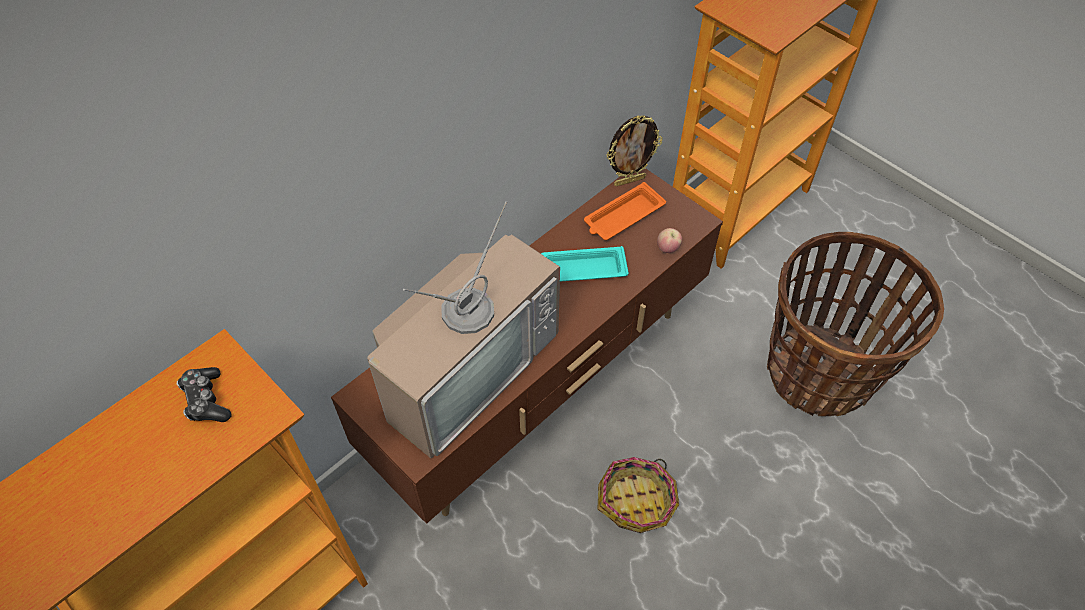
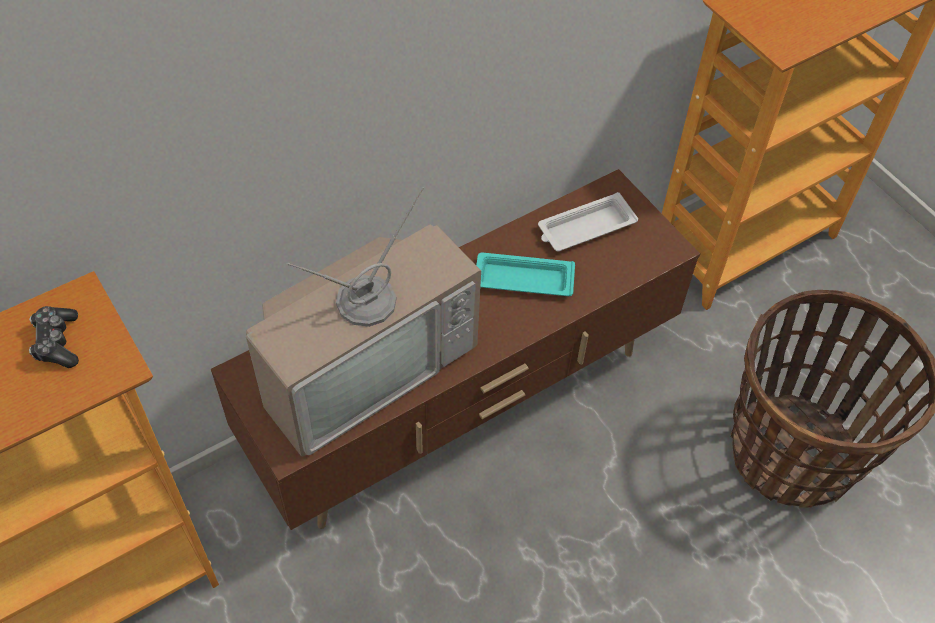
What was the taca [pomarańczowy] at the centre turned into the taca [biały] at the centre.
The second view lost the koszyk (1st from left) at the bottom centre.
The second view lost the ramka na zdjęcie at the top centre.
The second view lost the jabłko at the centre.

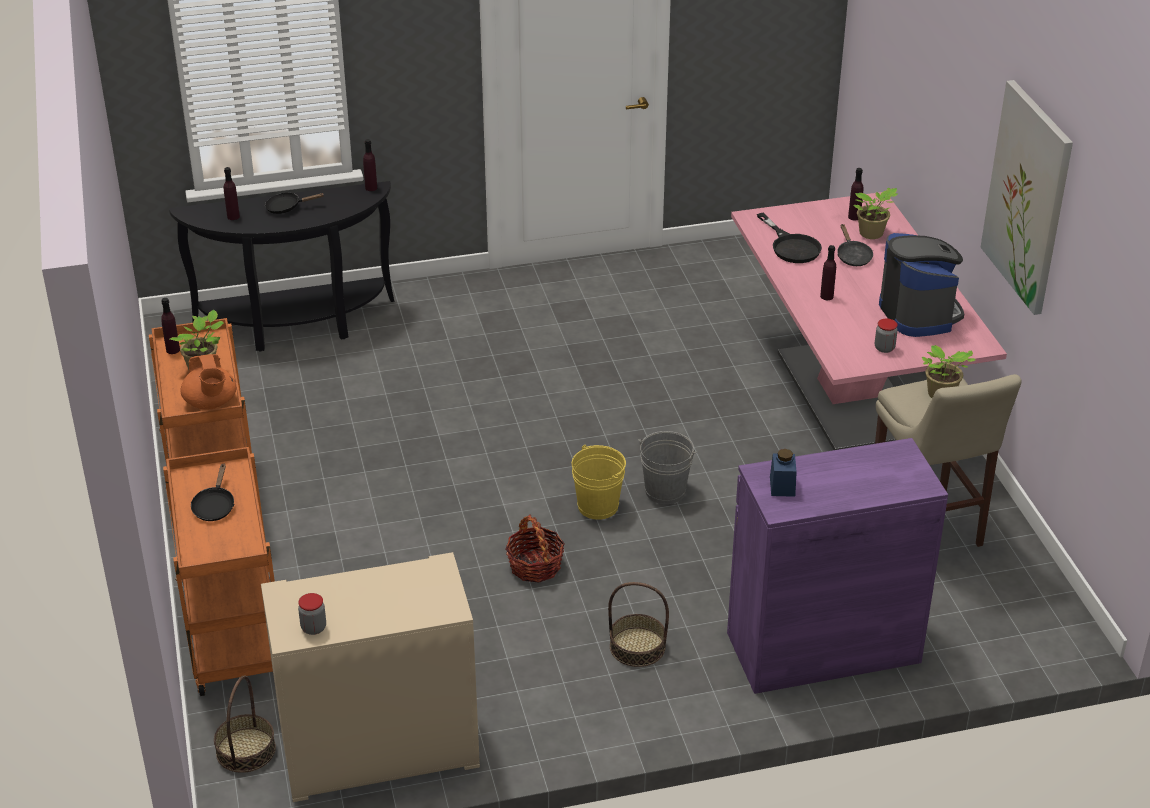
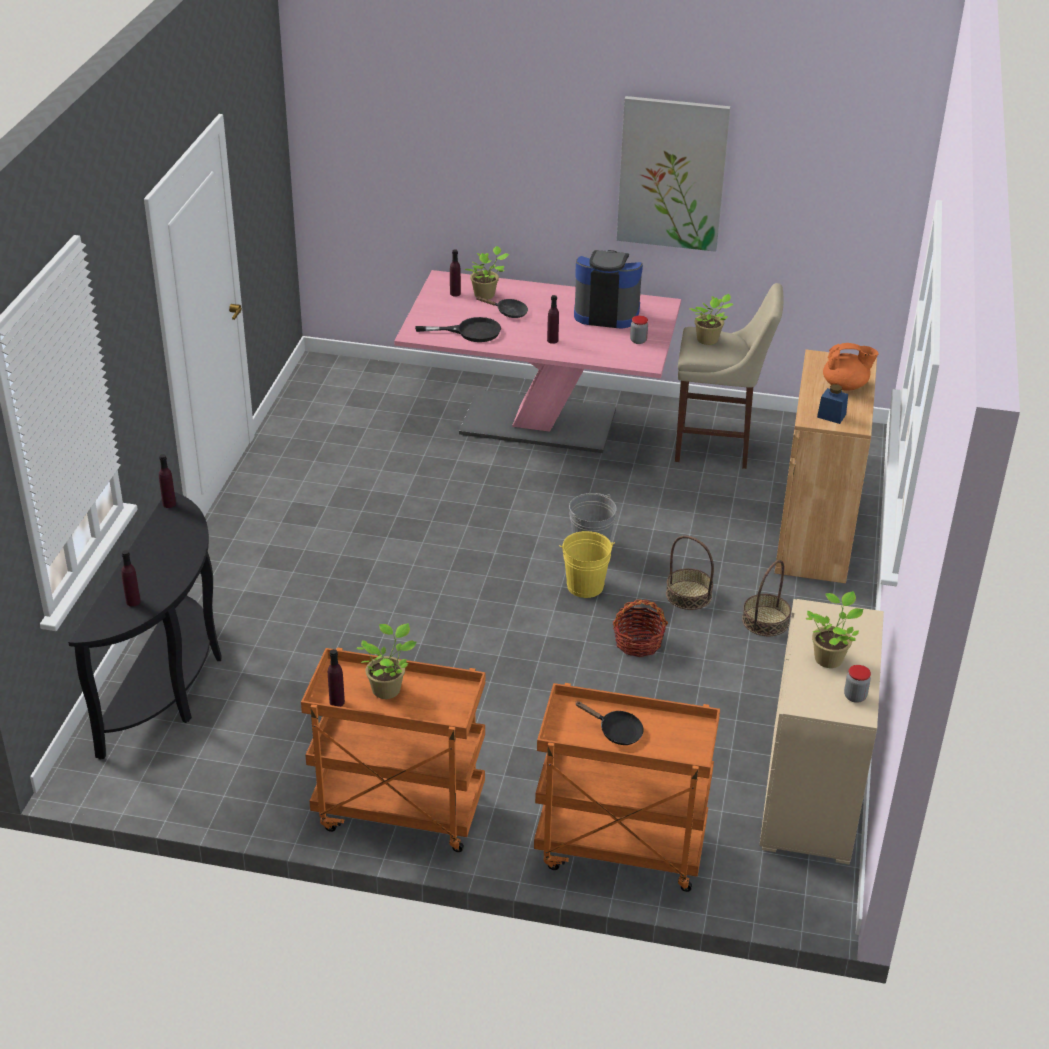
The imbryk [pomarańczowy] ended up elsewhere, having gone from the middle left to the middle right.
The koszyk (1st from left in the first image) ended up elsewhere, having gone from the bottom left to the centre.
The second view lost the patelnia [czarny] (2nd from left) at the top left.
What was the szafka [fioletowy] at the bottom right turned into the szafka [brązowy] at the middle right.
The second view gained the roślina doniczkowa (4th from left) at the middle right.

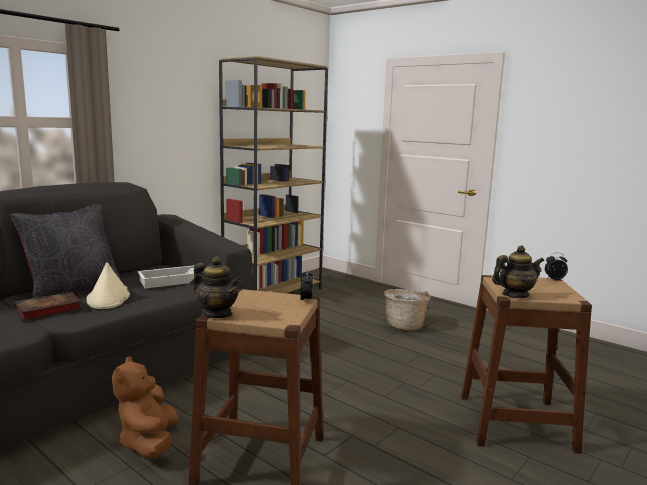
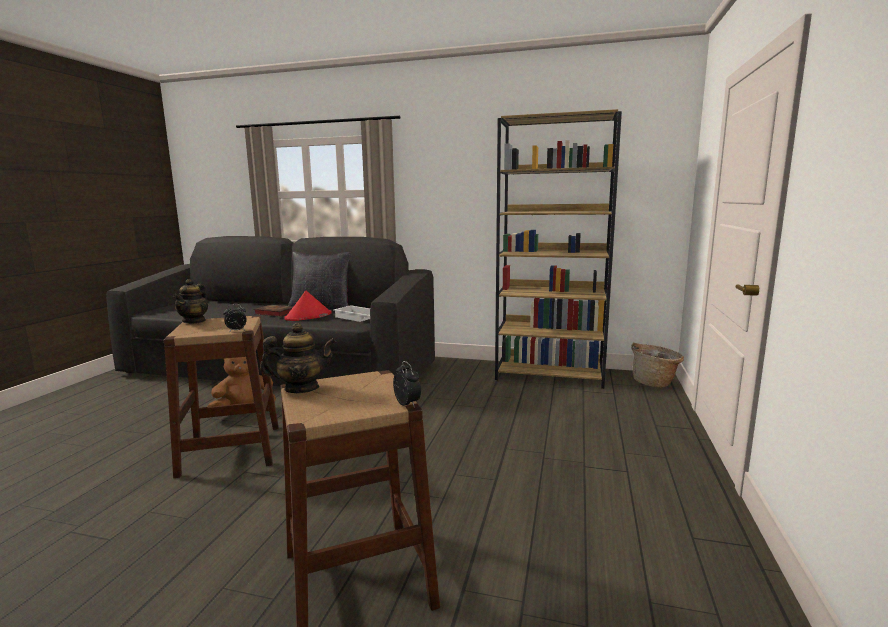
What was the kapelusz [beżowy] at the middle left turned into the kapelusz [czerwony] at the centre.
The koszyk ended up elsewhere, having gone from the centre to the middle right.
The imbryk (2nd from left) at the middle right ended up facing another way, 60 degrees counterclockwise from before.

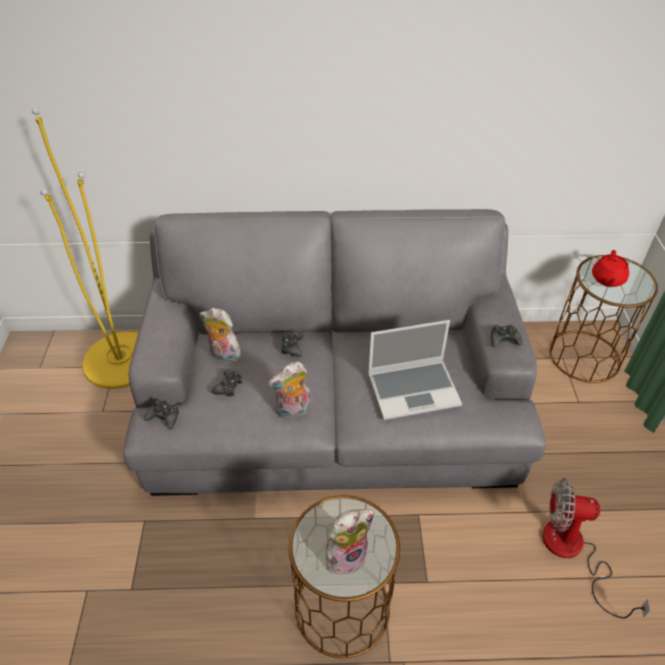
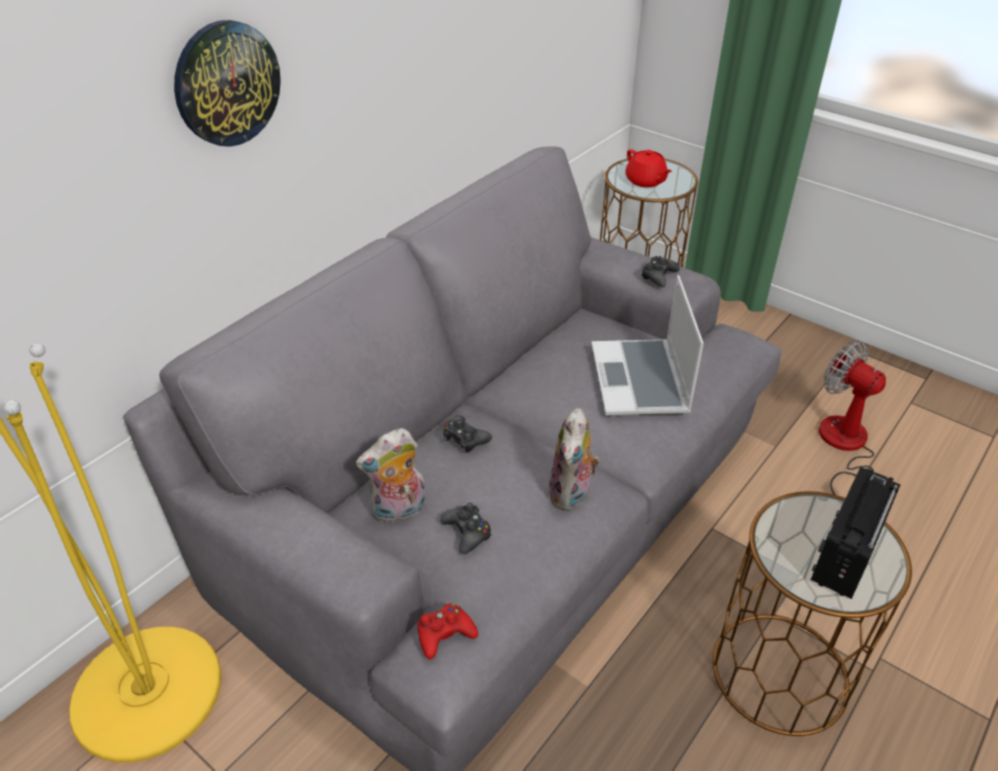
What was the pad do gier [czarny] (1st from left) at the middle left turned into the pad do gier [czerwony] at the bottom centre.
Where the pluszak (3rd from left) stood at the bottom centre, the radio came to stand at the bottom right.
The laptop at the centre ended up facing another way, 150 degrees clockwise from before.
The wentylator at the bottom right ended up facing another way, 90 degrees clockwise from before.
The second view gained the zegar ścienny at the top left.

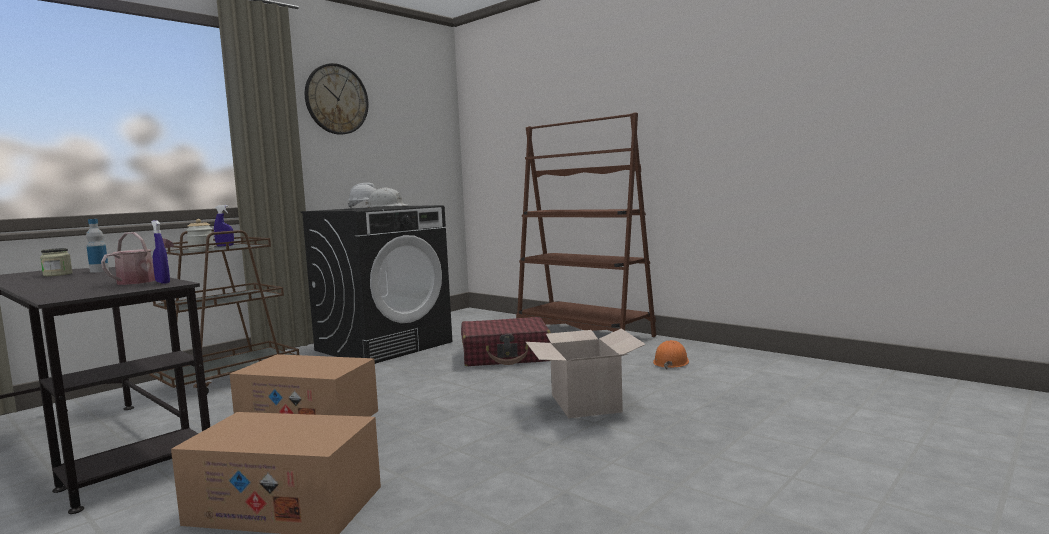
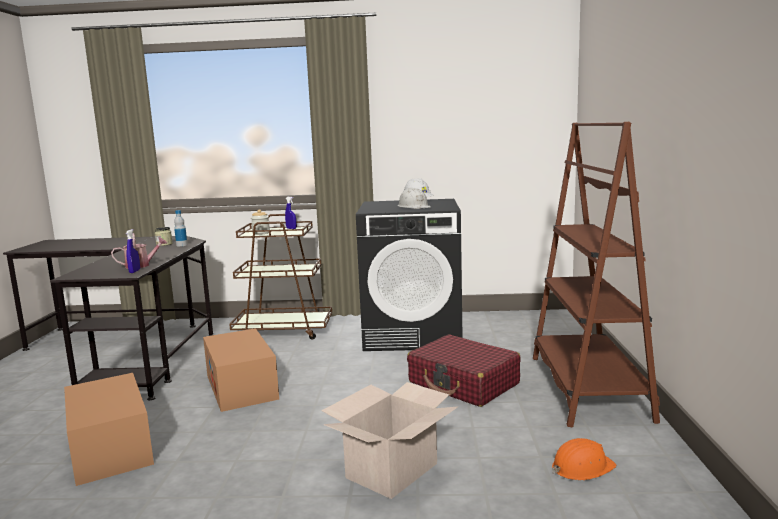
The second view lost the zegar ścienny at the top left.

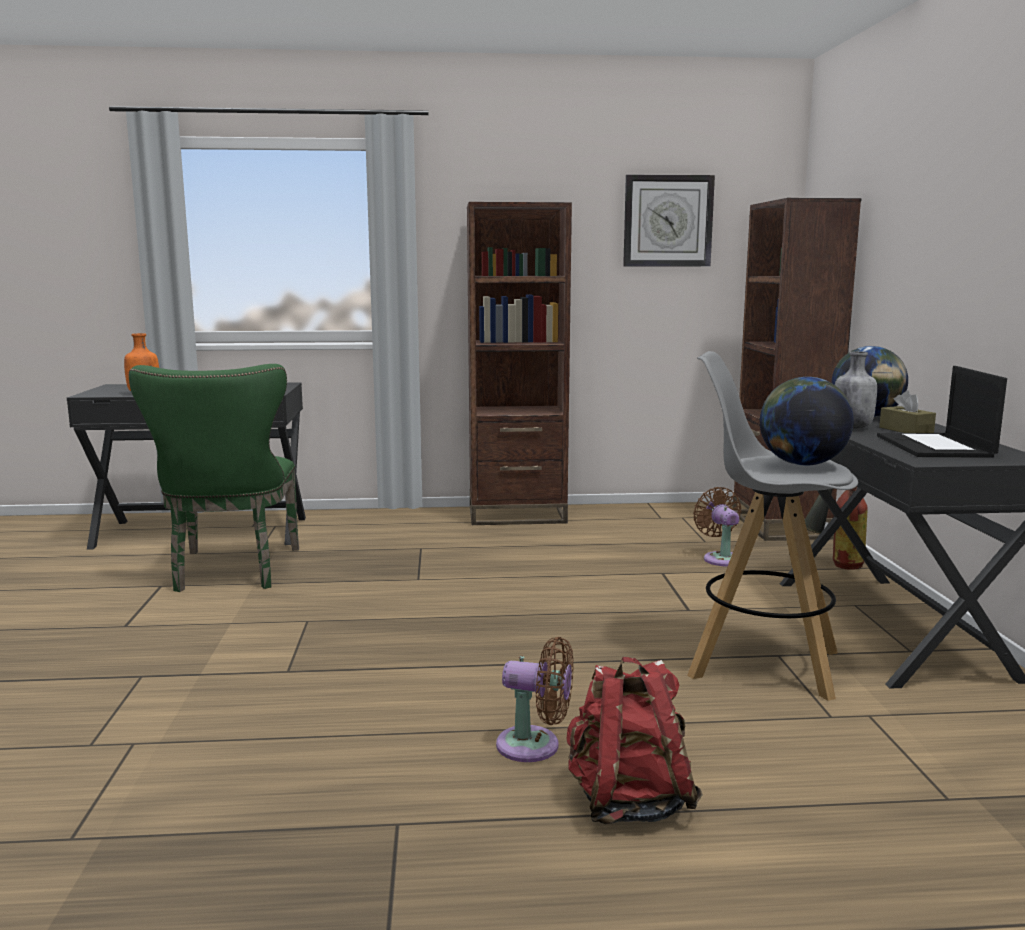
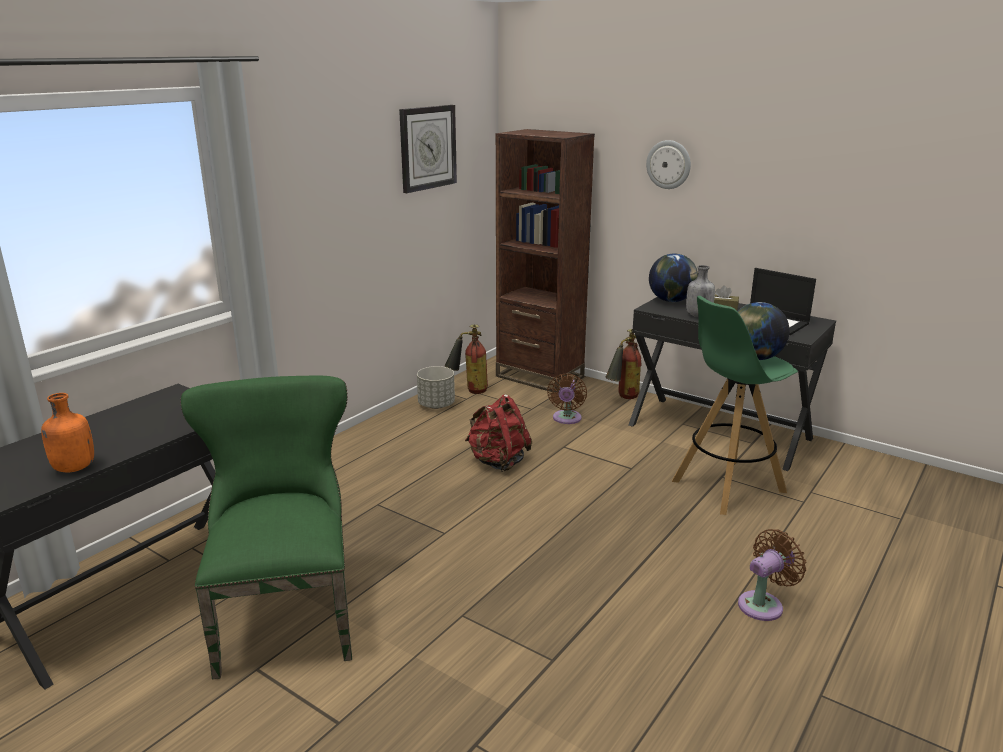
The krzesło [zielony] at the middle left ended up facing another way, 135 degrees counterclockwise from before.
The second view lost the regał [brązowy] (1st from left) at the centre.
The plecak [czerwony] ended up elsewhere, having gone from the bottom centre to the centre.
What was the stołek [szary] at the middle right turned into the stołek [zielony] at the middle right.
The wentylator [brązowy] (2nd from left in the first image) at the middle right ended up facing another way, 105 degrees counterclockwise from before.
The second view gained the donica [szary] at the centre.
The second view gained the gaśnica (1st from left) at the centre.
The second view gained the zegar ścienny (2nd from left) at the top centre.

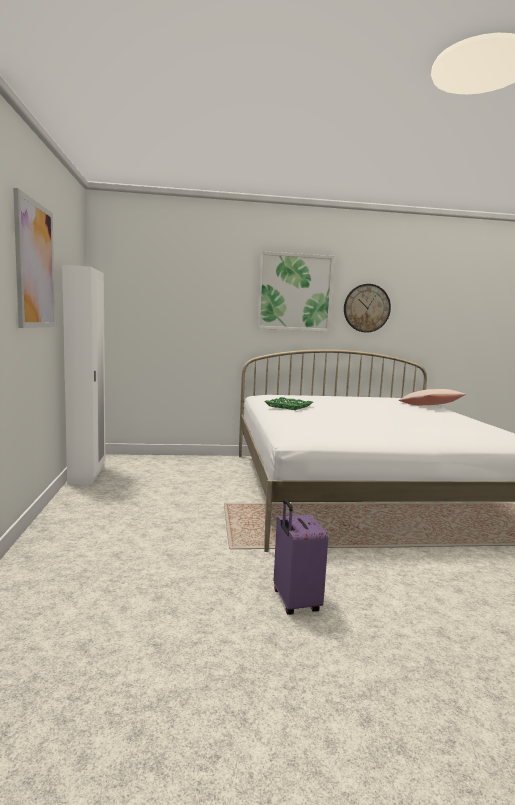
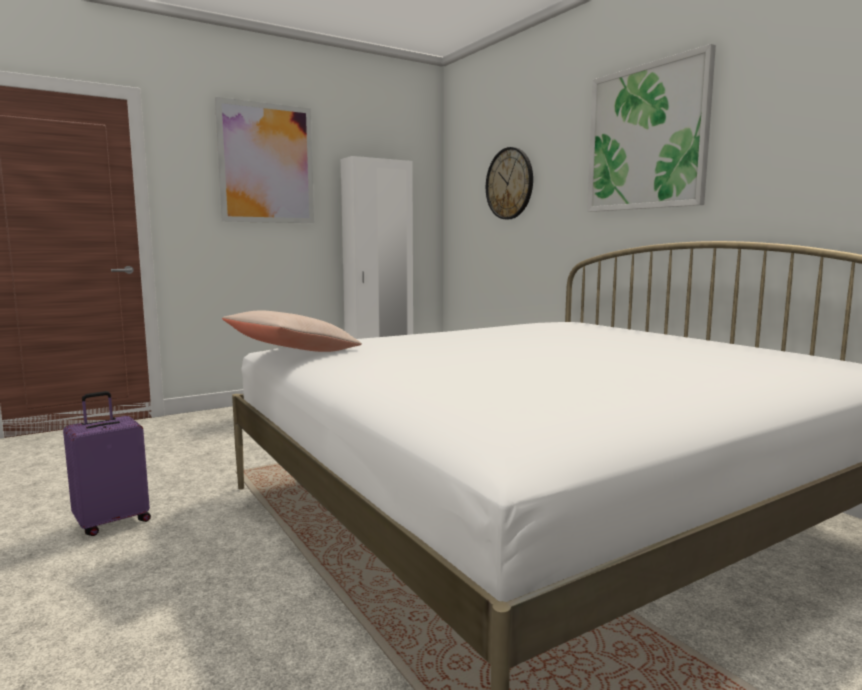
The second view lost the taca [zielony] at the centre.
The zegar ścienny ended up elsewhere, having gone from the middle right to the top centre.
The poduszka [beżowy] ended up elsewhere, having gone from the middle right to the centre.

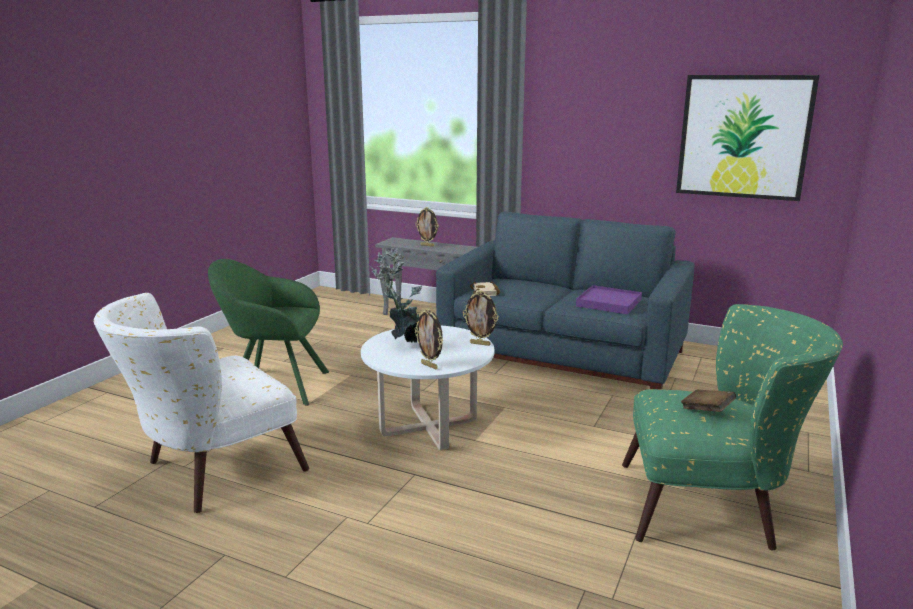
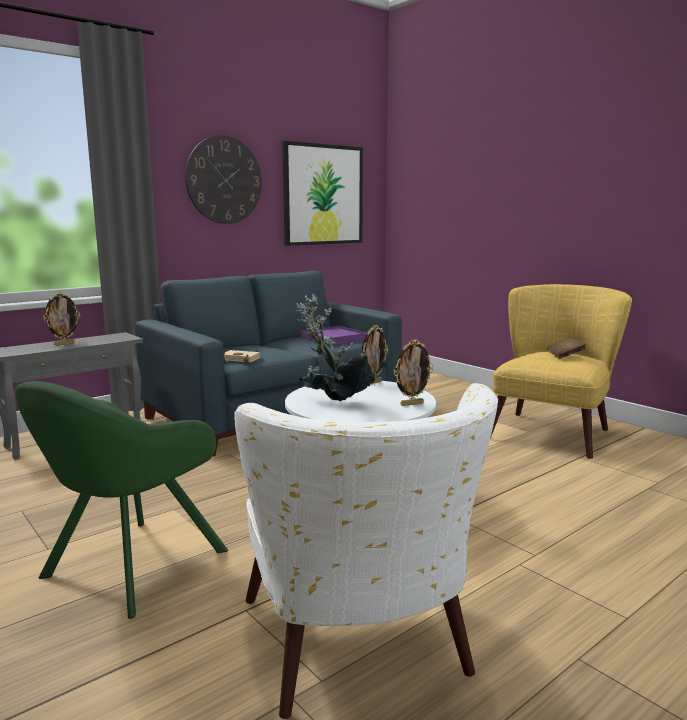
What was the fotel [zielony] (2nd from left) at the bottom right turned into the fotel [żółty] at the middle right.
The second view gained the zegar ścienny at the top left.

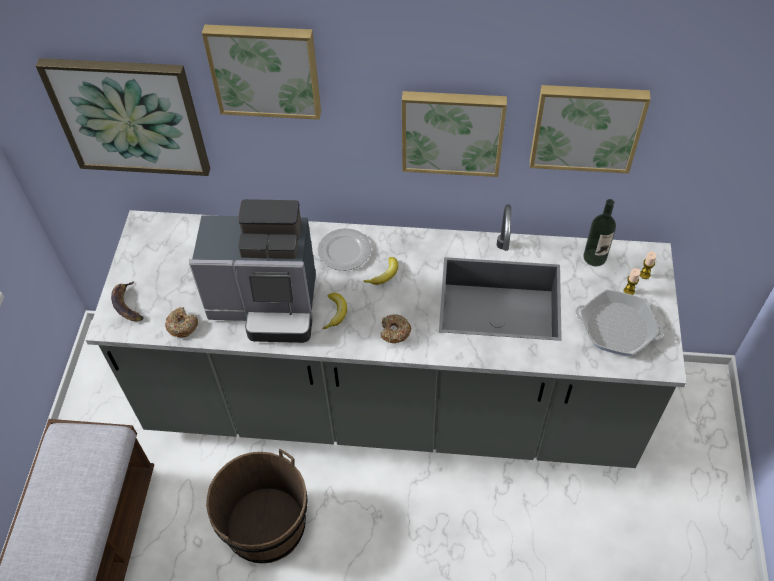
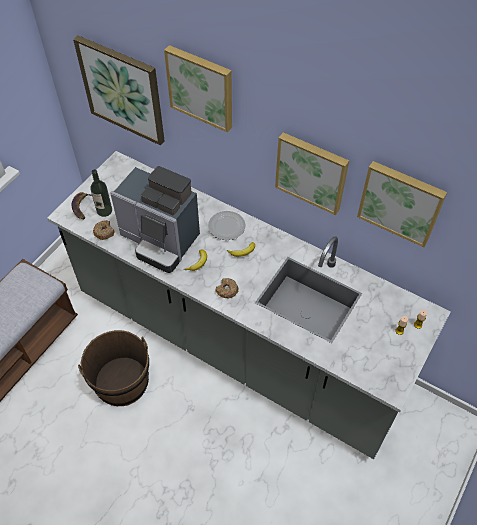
The second view lost the patelnia at the middle right.
The butelka ended up elsewhere, having gone from the middle right to the middle left.

